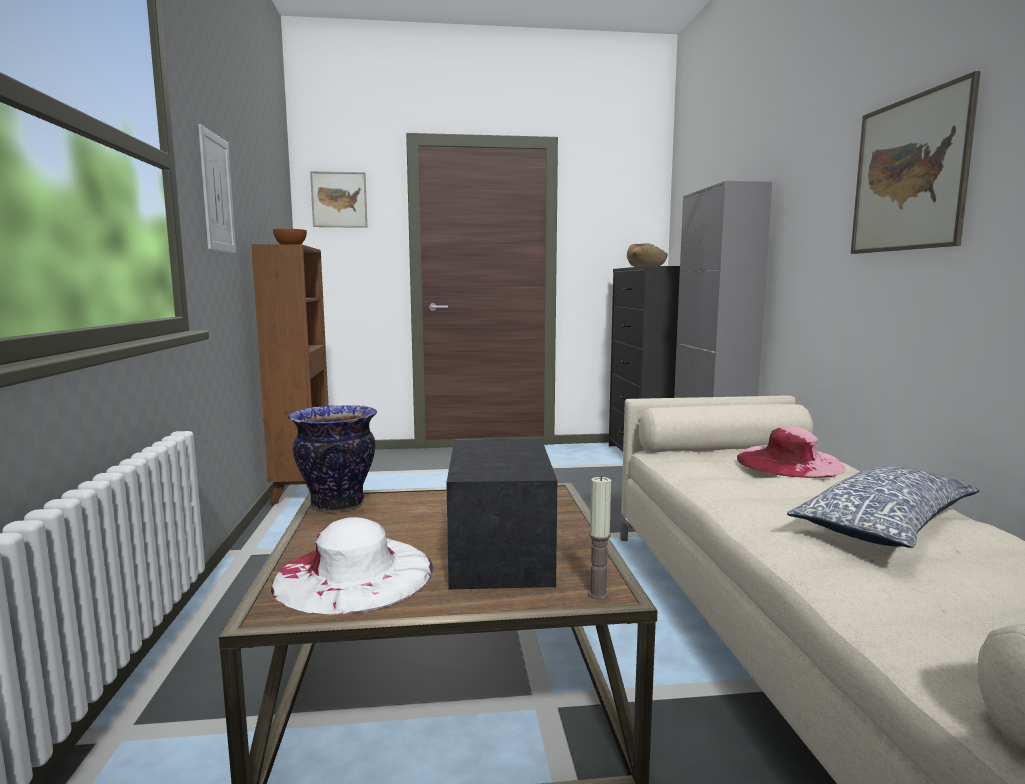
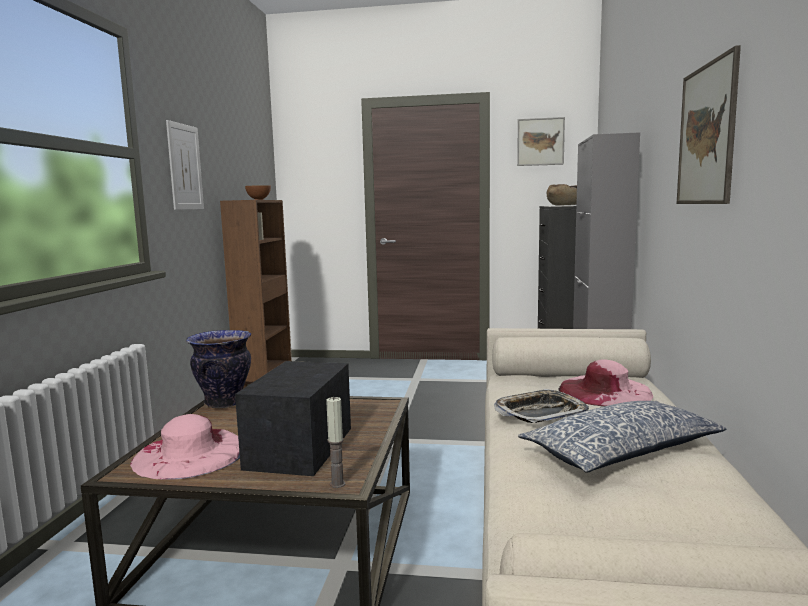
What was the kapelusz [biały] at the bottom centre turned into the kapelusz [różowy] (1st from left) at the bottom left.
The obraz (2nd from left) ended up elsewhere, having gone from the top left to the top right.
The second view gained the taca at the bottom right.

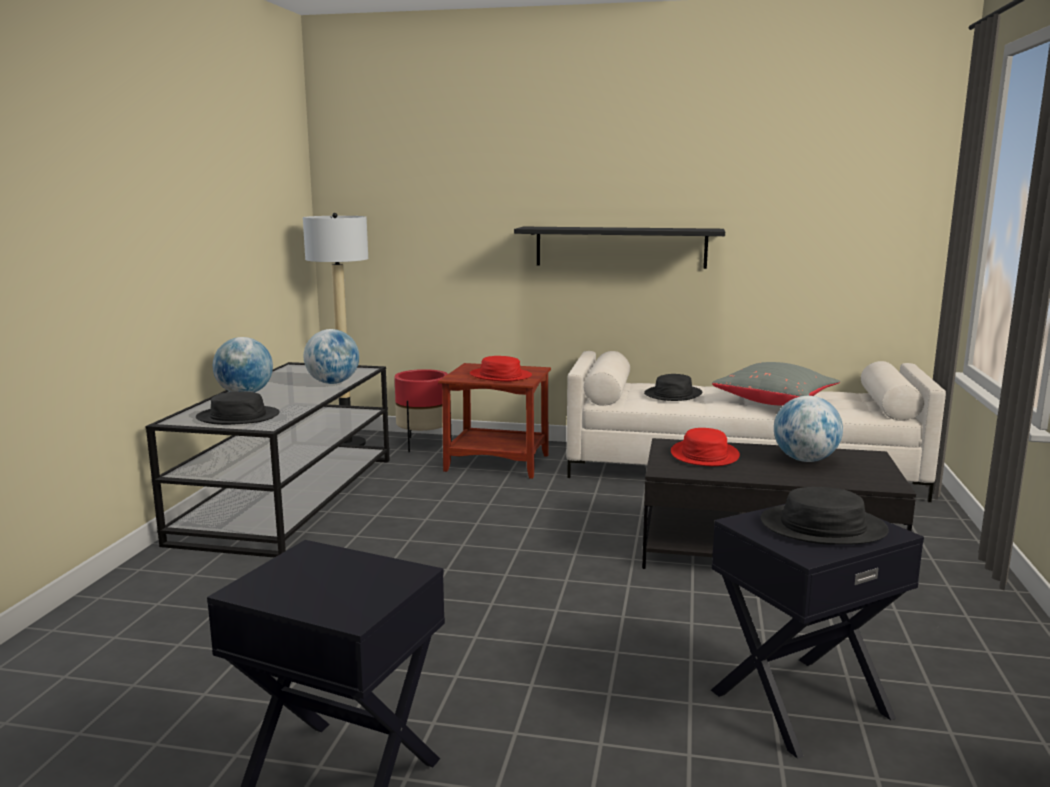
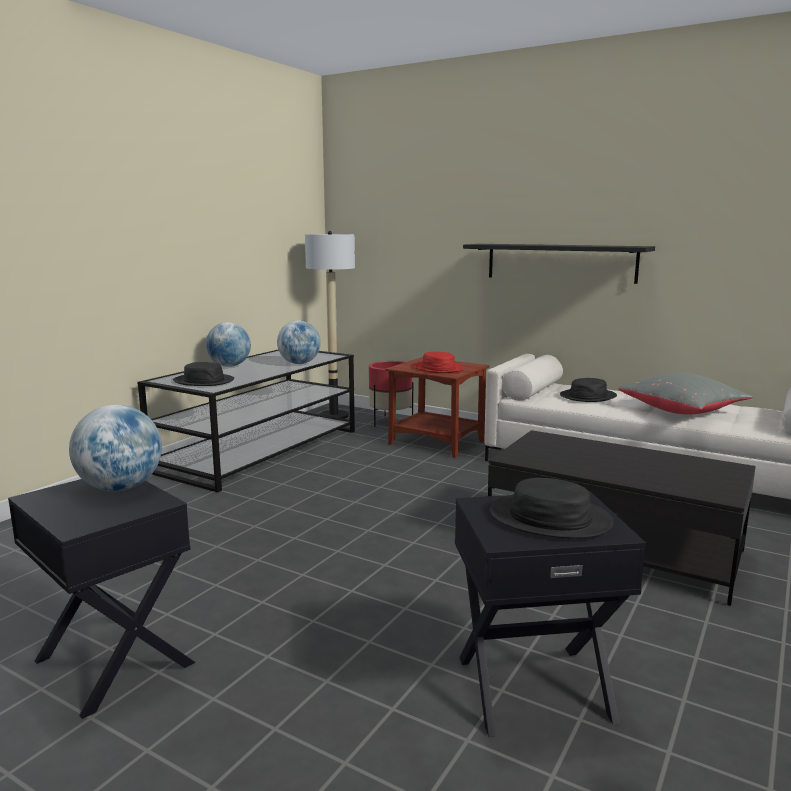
The second view lost the kapelusz [czerwony] (2nd from left) at the middle right.
The globus (3rd from left in the first image) ended up elsewhere, having gone from the middle right to the middle left.

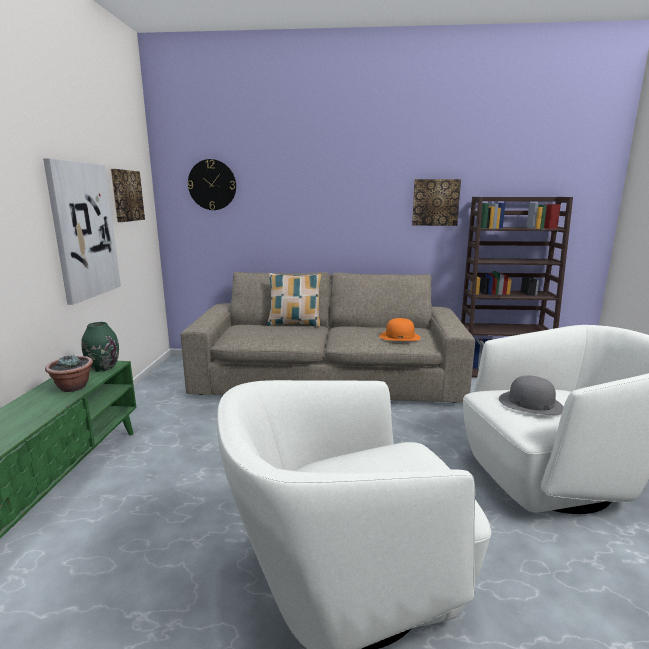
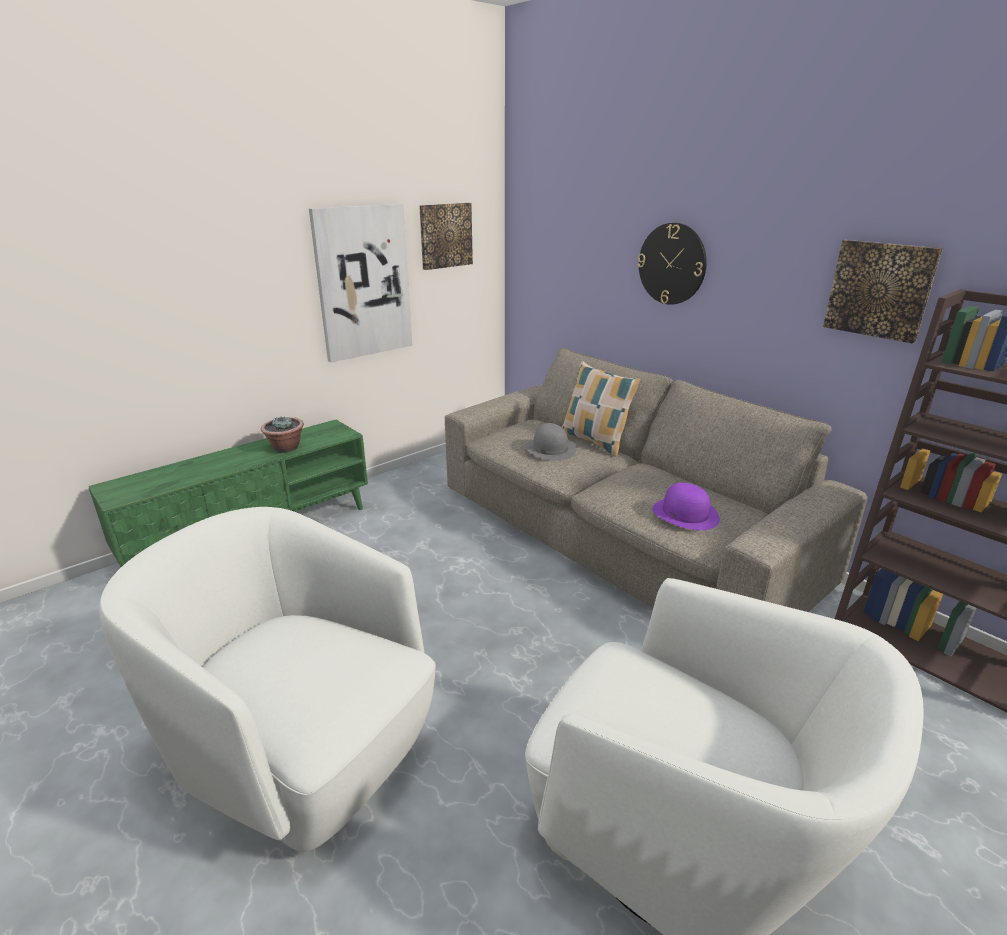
The second view lost the wazon [zielony] at the middle left.
The zegar ścienny ended up elsewhere, having gone from the top left to the top right.
What was the kapelusz [pomarańczowy] at the centre turned into the kapelusz [fioletowy] at the middle right.
The kapelusz [szary] ended up elsewhere, having gone from the middle right to the centre.

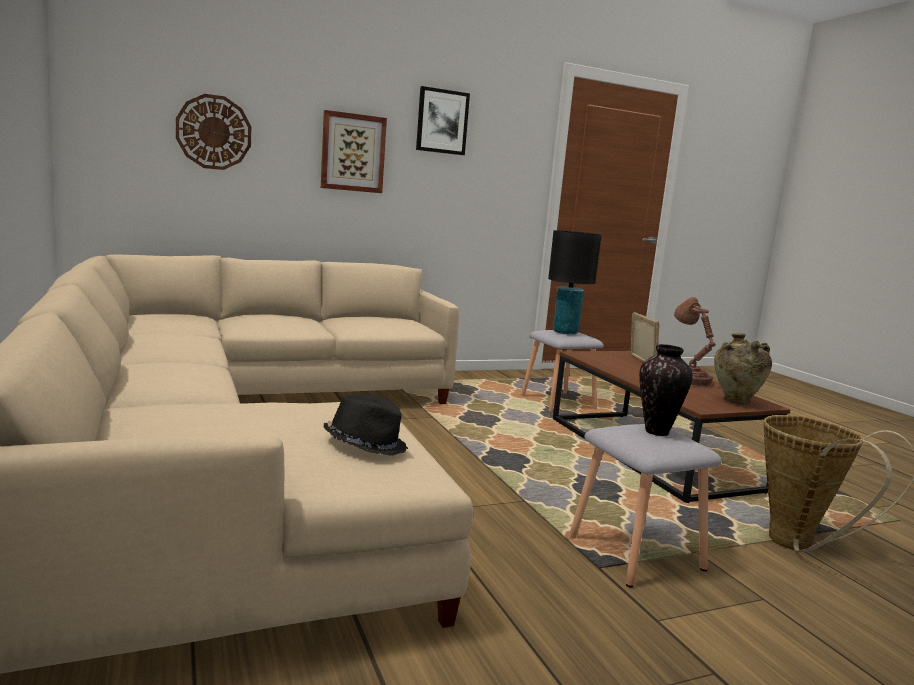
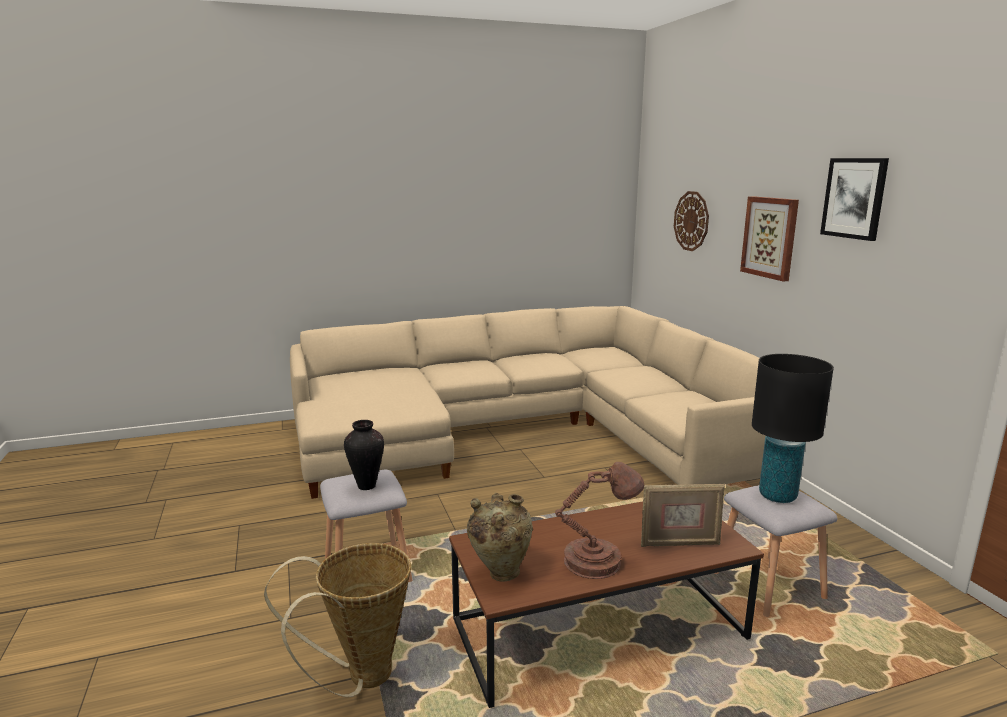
The second view lost the kapelusz [czarny] at the centre.

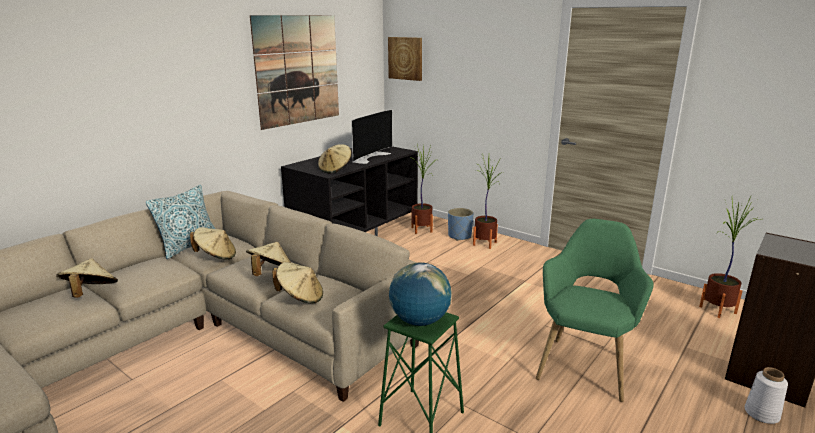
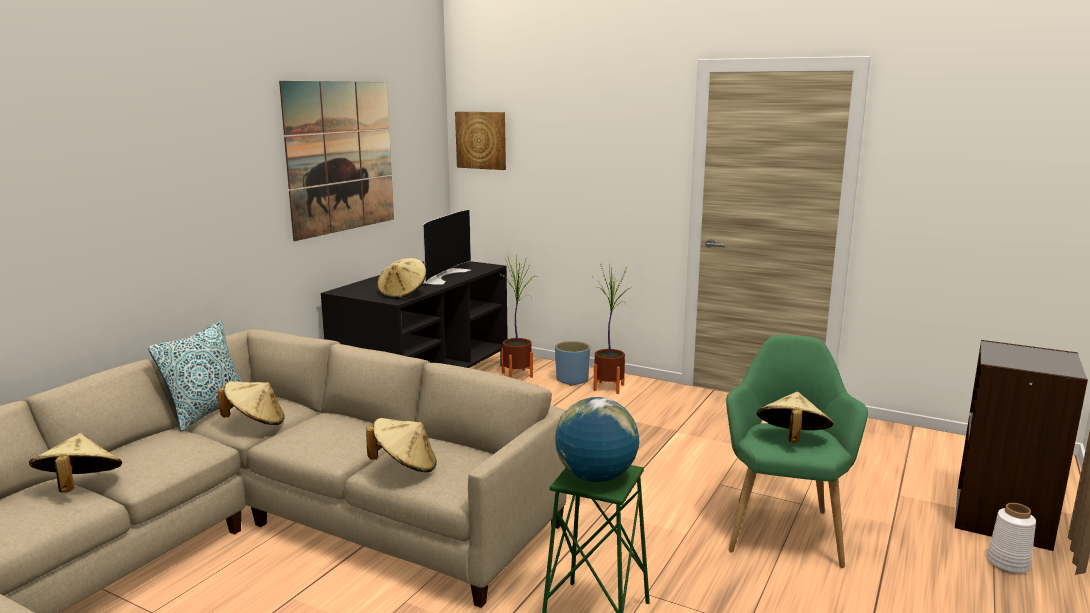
The kapelusz [beżowy] (3rd from left in the first image) ended up elsewhere, having gone from the middle left to the bottom right.
The second view lost the roślina doniczkowa (3rd from left) at the middle right.

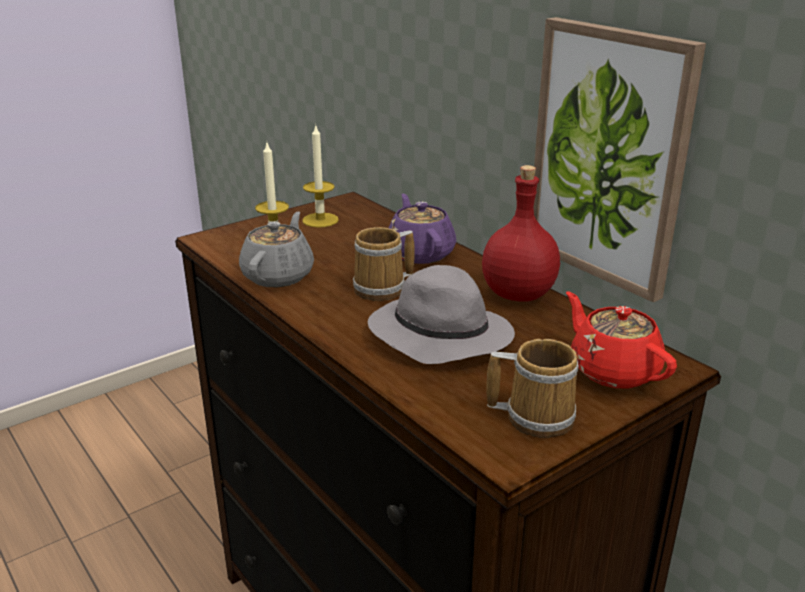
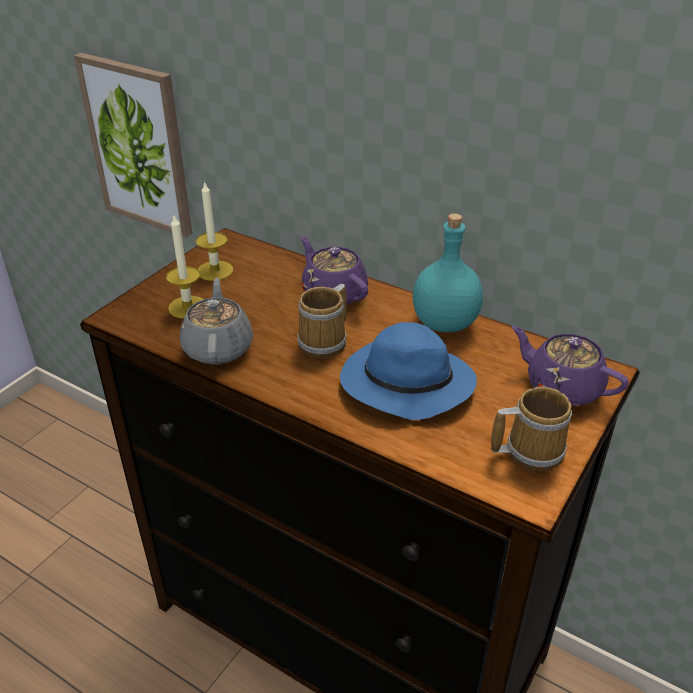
What was the kapelusz [szary] at the centre turned into the kapelusz [niebieski] at the centre.
What was the butelka [czerwony] at the centre turned into the butelka [turkusowy] at the centre.
The obraz ended up elsewhere, having gone from the top right to the top left.
What was the imbryk [czerwony] at the middle right turned into the imbryk [fioletowy] (2nd from left) at the middle right.

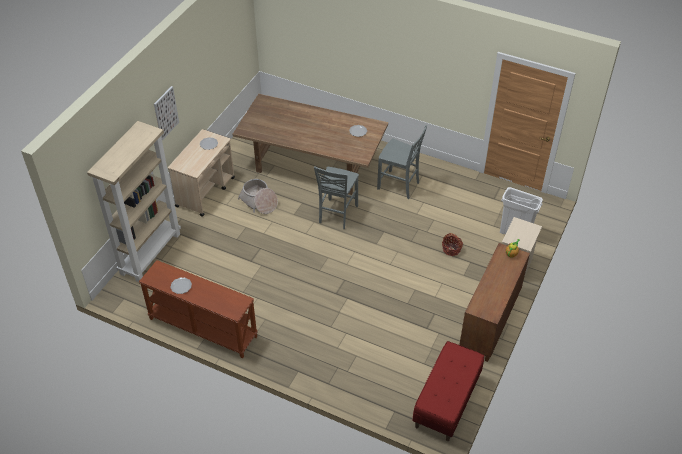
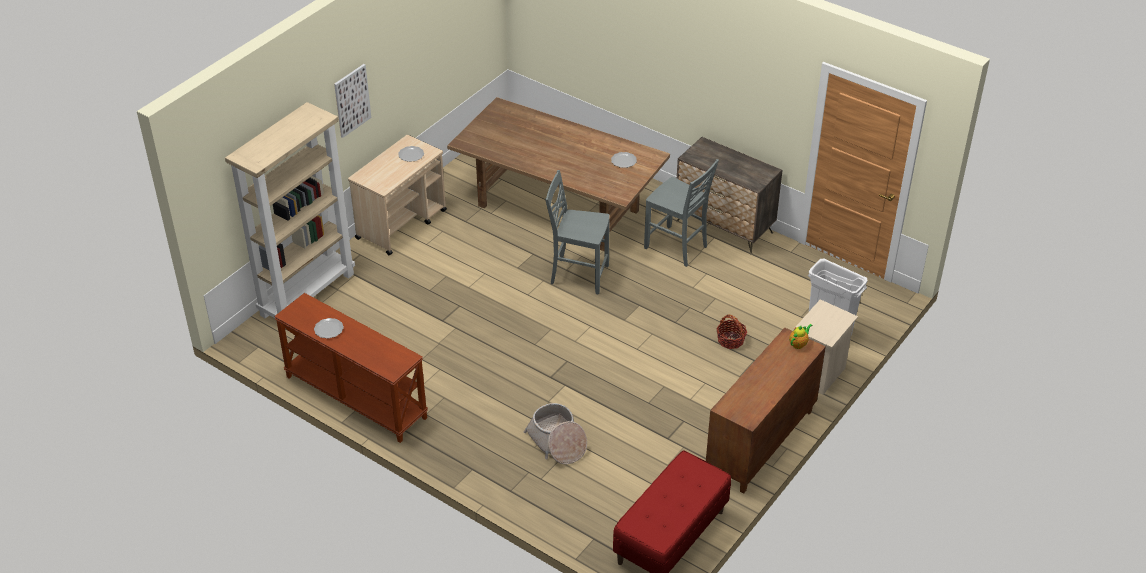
The koszyk (1st from left) ended up elsewhere, having gone from the centre to the bottom centre.
The krzesło [szary] (1st from left) at the centre ended up facing another way, 75 degrees clockwise from before.
The second view gained the komoda at the centre.

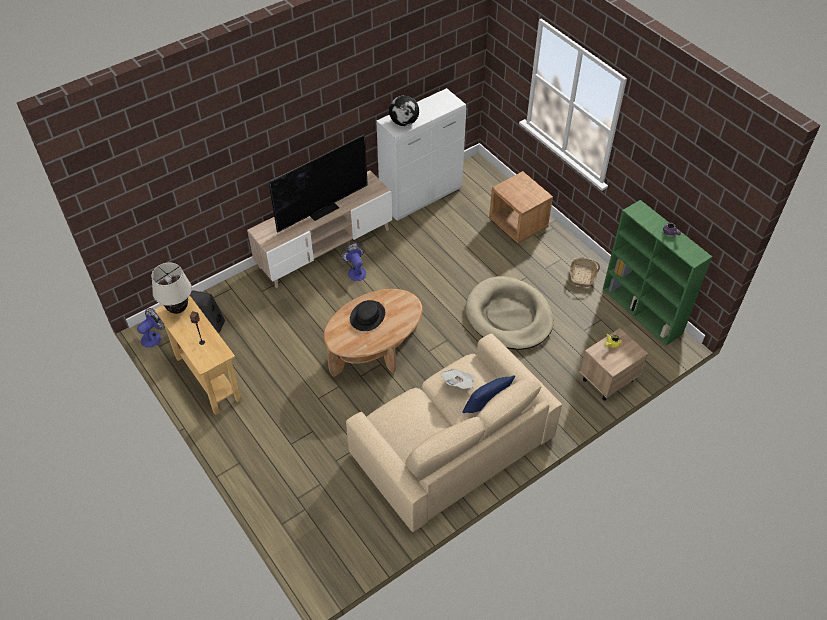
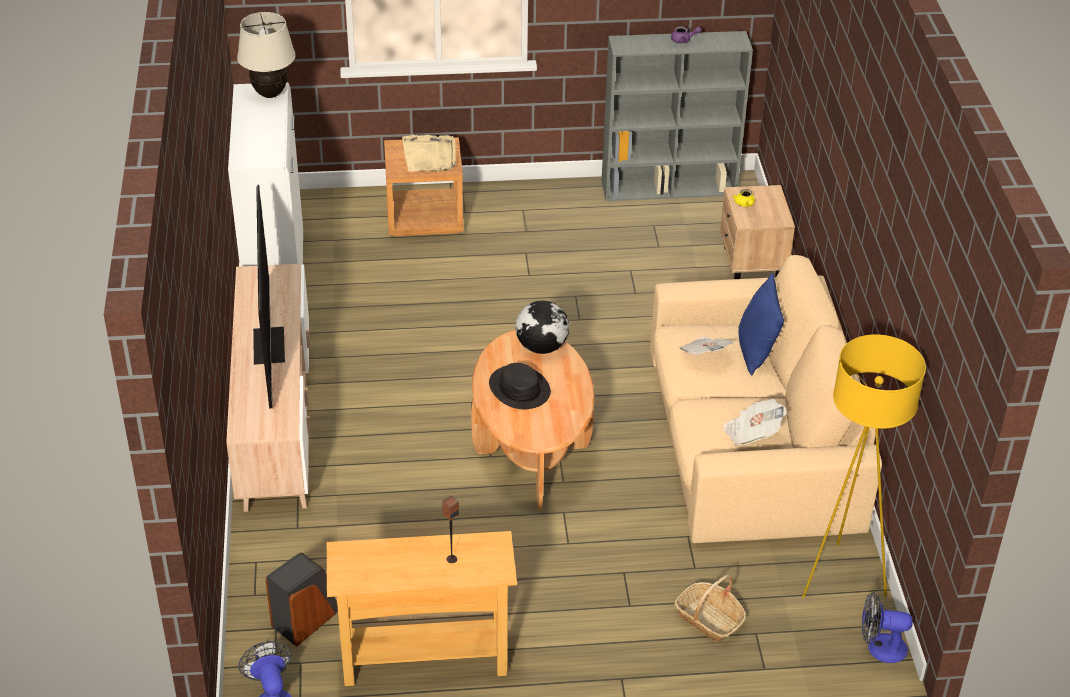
The lampa stołowa [beżowy] ended up elsewhere, having gone from the middle left to the top left.
The wentylator (2nd from left) ended up elsewhere, having gone from the centre to the bottom right.
The globus ended up elsewhere, having gone from the top centre to the centre.
The second view lost the legowisko [beżowy] at the centre.
The koszyk ended up elsewhere, having gone from the middle right to the bottom centre.
What was the regał [zielony] at the middle right turned into the regał [szary] at the top centre.
The second view gained the taca [beżowy] at the top centre.
The second view gained the gazeta (2nd from left) at the middle right.
The second view gained the lampa stojąca [żółty] at the bottom right.

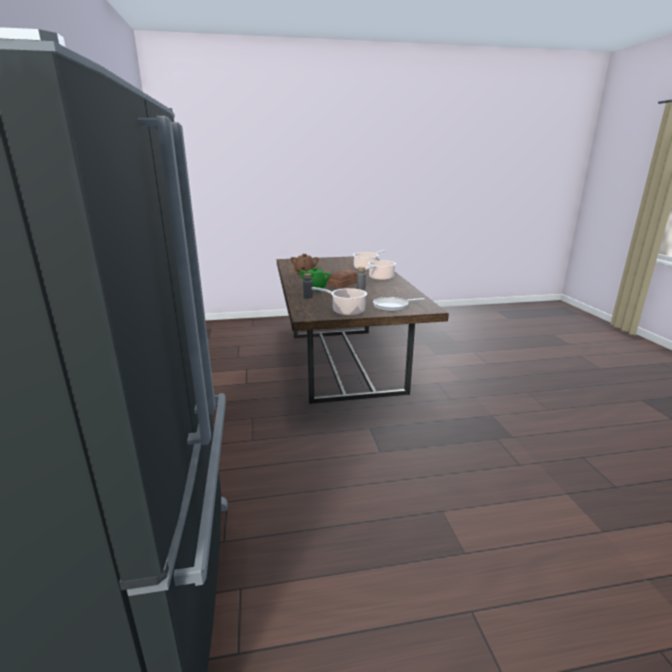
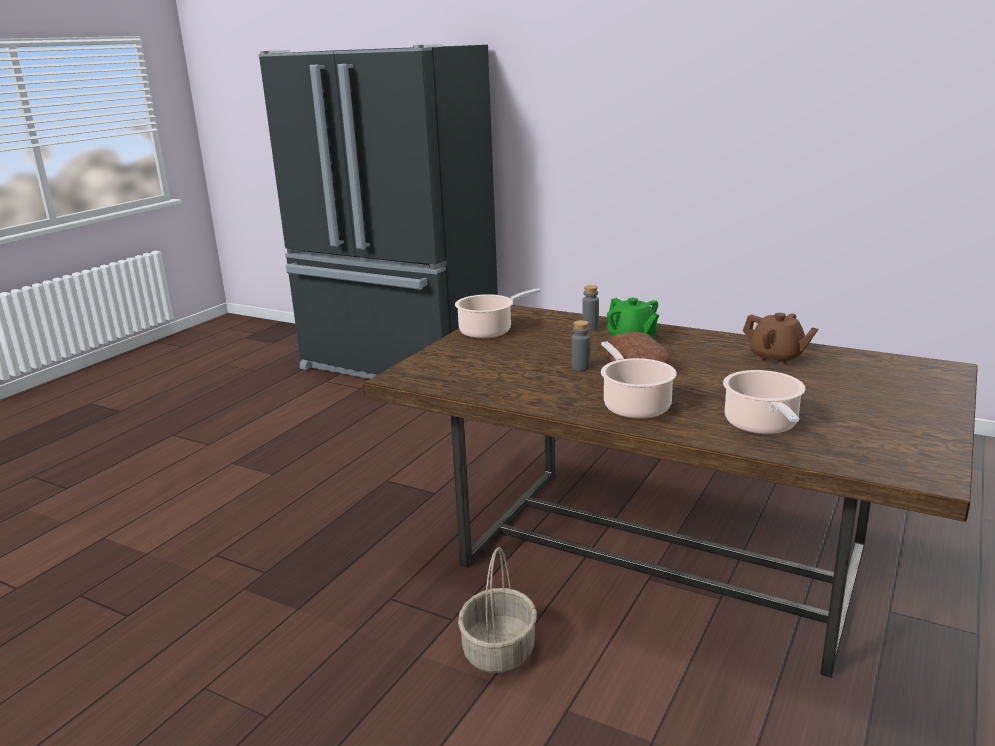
The second view lost the patelnia at the centre.
The second view gained the koszyk at the bottom centre.

